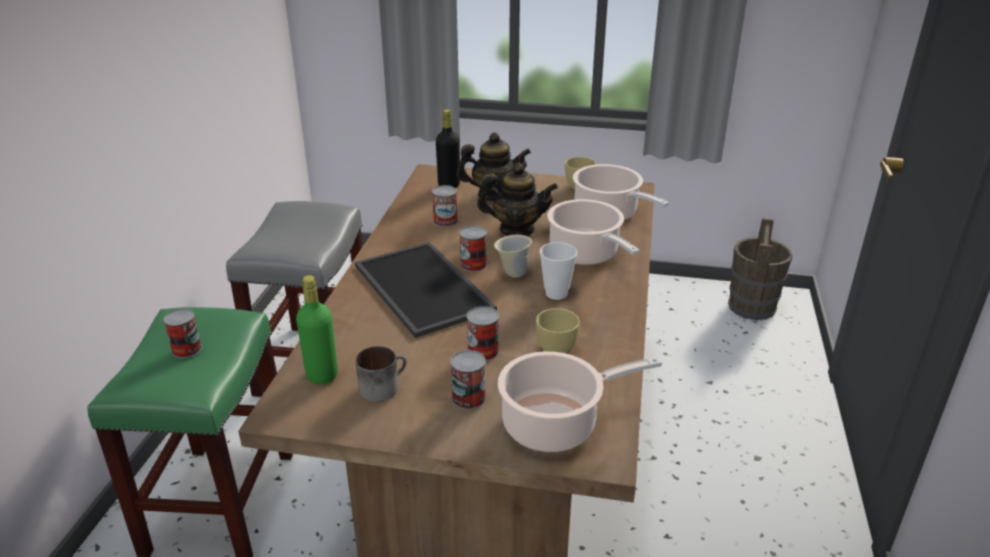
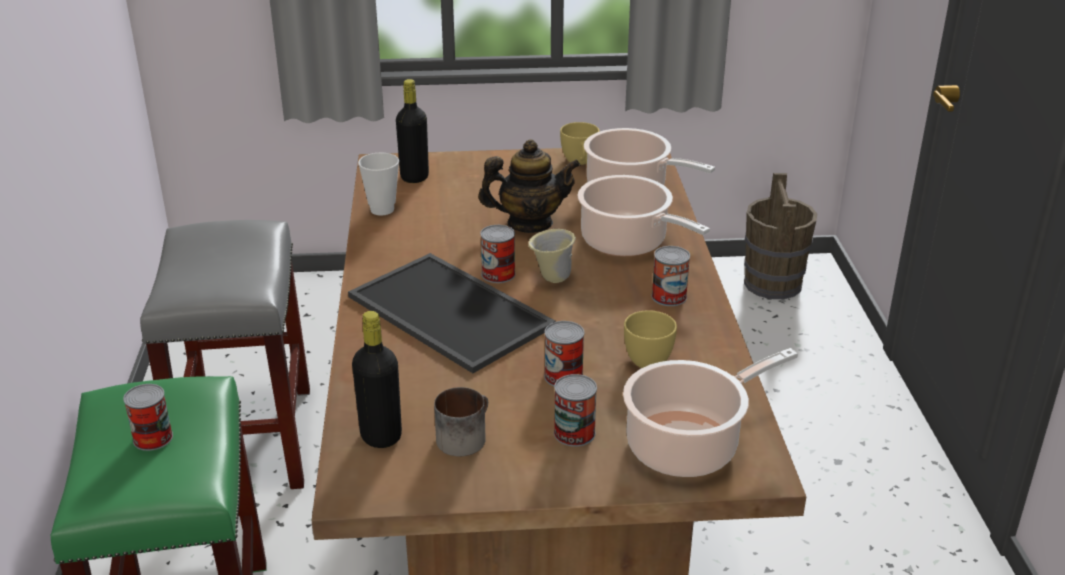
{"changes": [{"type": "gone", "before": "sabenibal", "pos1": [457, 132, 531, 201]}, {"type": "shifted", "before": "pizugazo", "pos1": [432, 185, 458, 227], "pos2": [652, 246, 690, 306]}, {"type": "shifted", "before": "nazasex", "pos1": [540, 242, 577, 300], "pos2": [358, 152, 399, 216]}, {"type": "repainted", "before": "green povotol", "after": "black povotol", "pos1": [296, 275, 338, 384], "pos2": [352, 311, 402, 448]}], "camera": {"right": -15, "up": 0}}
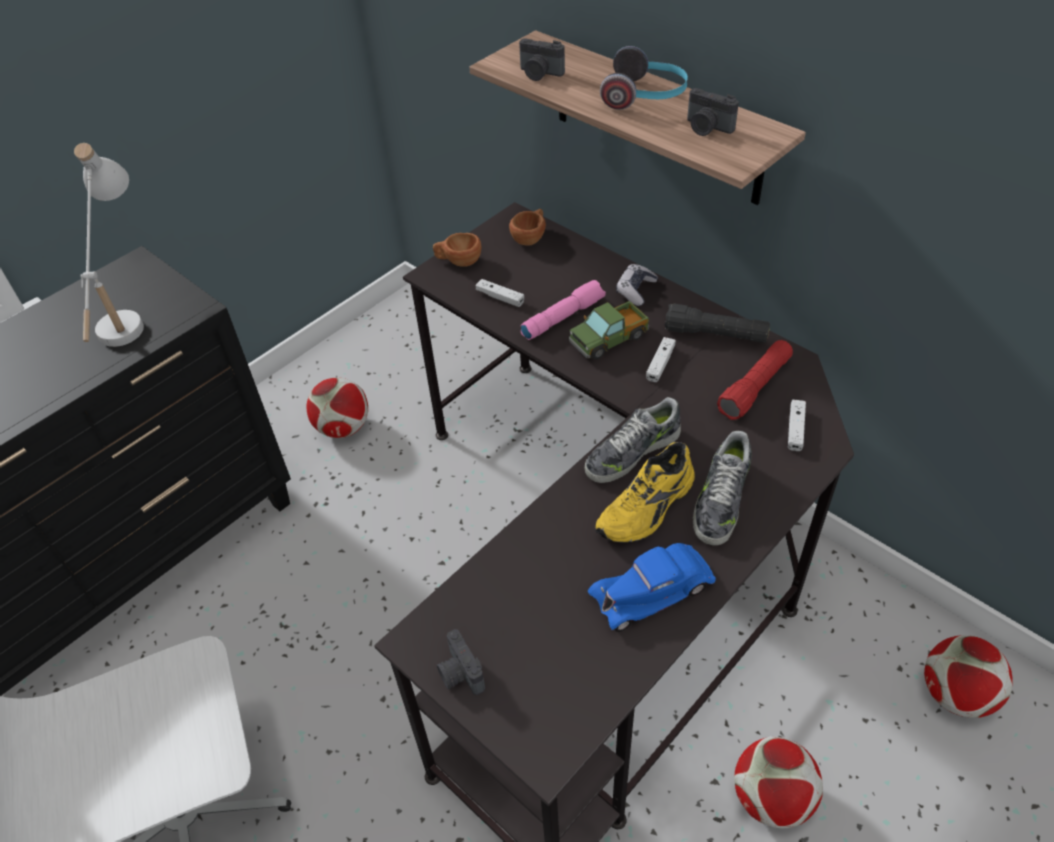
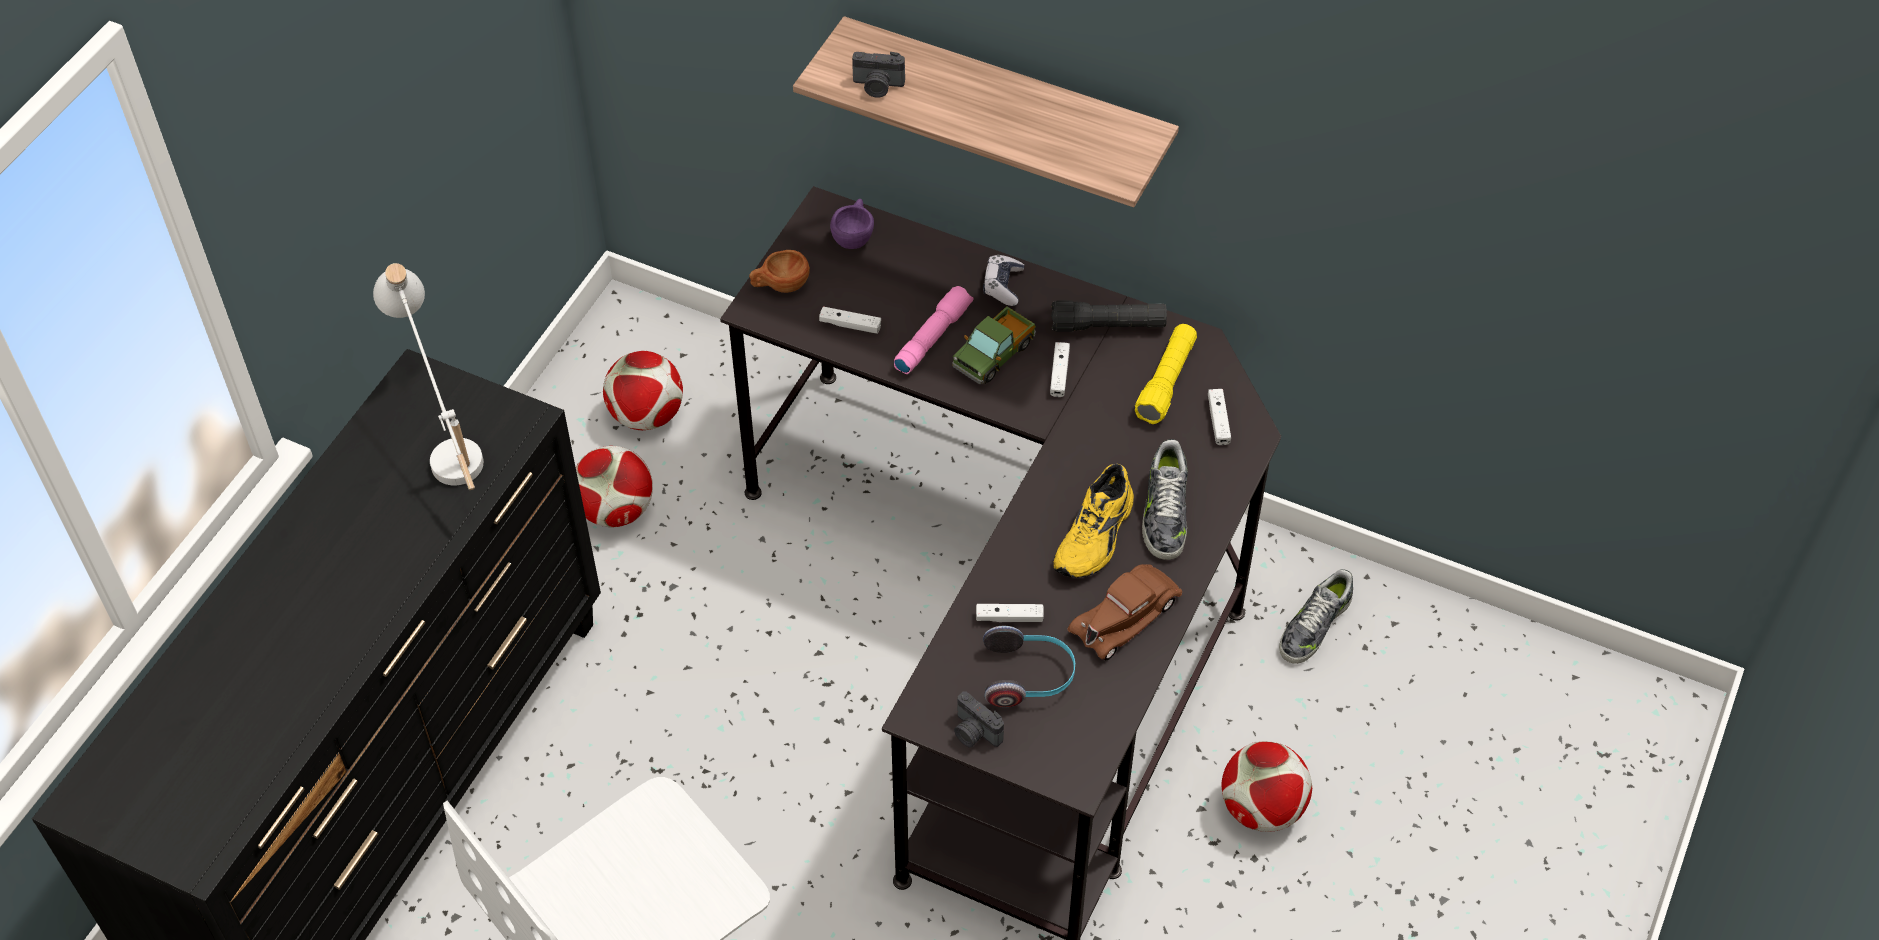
{"changes": [{"type": "shifted", "before": "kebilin", "pos1": [600, 46, 688, 110], "pos2": [983, 626, 1075, 707]}, {"type": "gone", "before": "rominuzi", "pos1": [687, 88, 739, 136]}, {"type": "repainted", "before": "brown nazasex", "after": "purple nazasex", "pos1": [509, 209, 546, 246], "pos2": [830, 199, 874, 249]}, {"type": "repainted", "before": "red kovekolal", "after": "yellow kovekolal", "pos1": [717, 340, 793, 420], "pos2": [1135, 324, 1197, 424]}, {"type": "shifted", "before": "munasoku", "pos1": [585, 397, 681, 483], "pos2": [1279, 569, 1353, 664]}, {"type": "repainted", "before": "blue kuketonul", "after": "brown kuketonul", "pos1": [588, 543, 716, 632], "pos2": [1067, 564, 1182, 661]}, {"type": "shifted", "before": "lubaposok", "pos1": [924, 635, 1013, 718], "pos2": [603, 351, 683, 430]}, {"type": "new", "after": "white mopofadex", "pos2": [976, 604, 1044, 622]}], "camera": {"right": -20, "up": 5}}
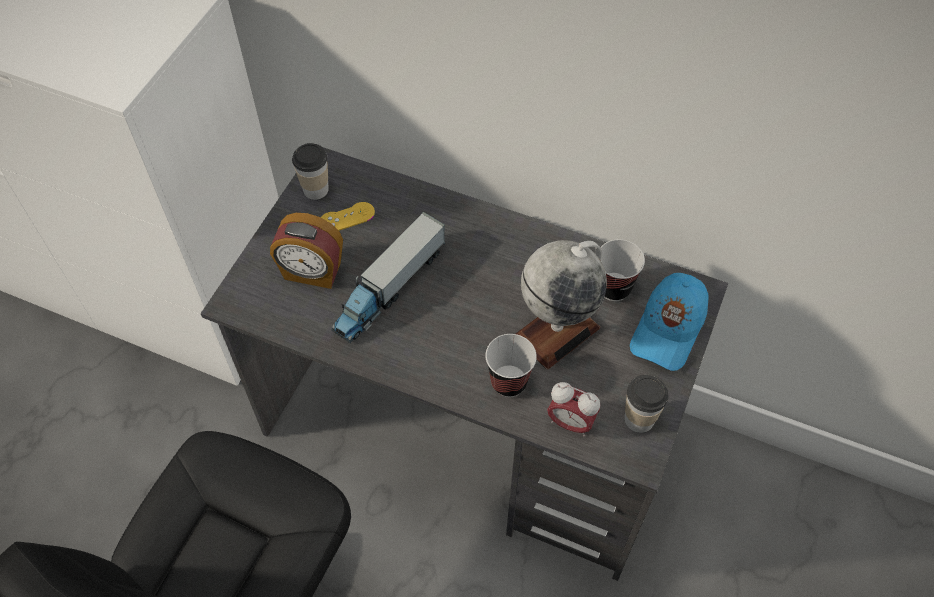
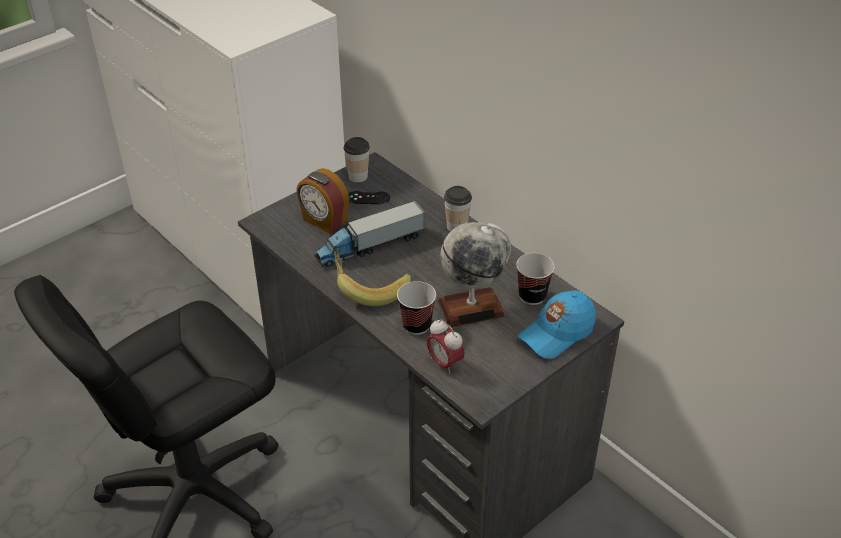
{"changes": [{"type": "repainted", "before": "yellow mopofadex", "after": "black mopofadex", "pos1": [321, 202, 375, 231], "pos2": [348, 191, 390, 204]}, {"type": "shifted", "before": "nazasex", "pos1": [624, 375, 668, 433], "pos2": [444, 186, 472, 232]}, {"type": "new", "after": "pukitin", "pos2": [334, 251, 411, 306]}], "camera": {"right": 25, "up": -15}}
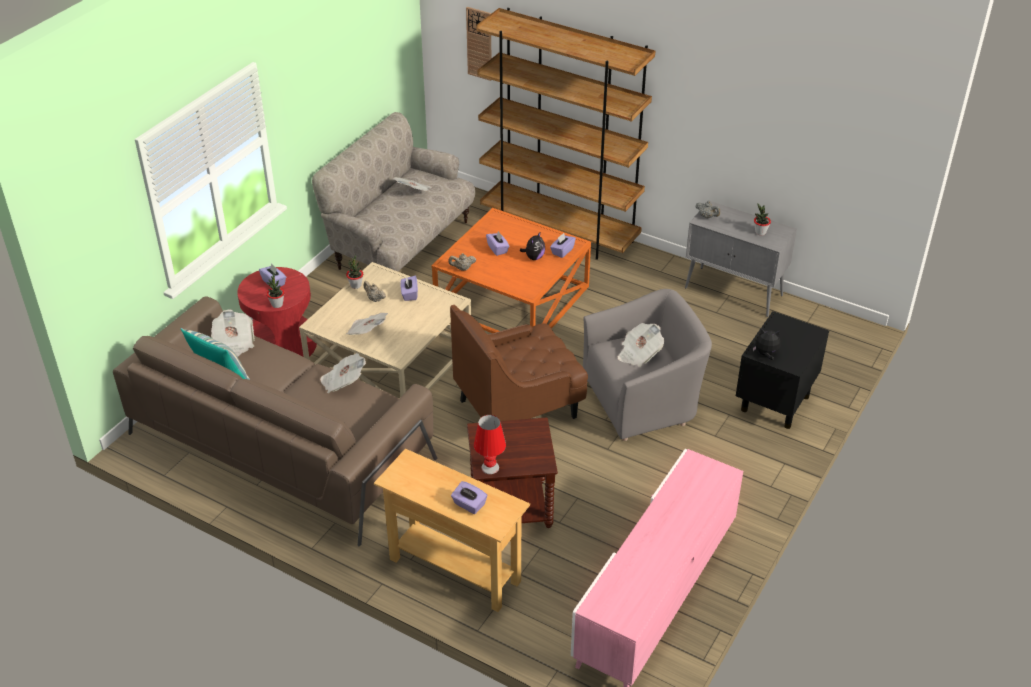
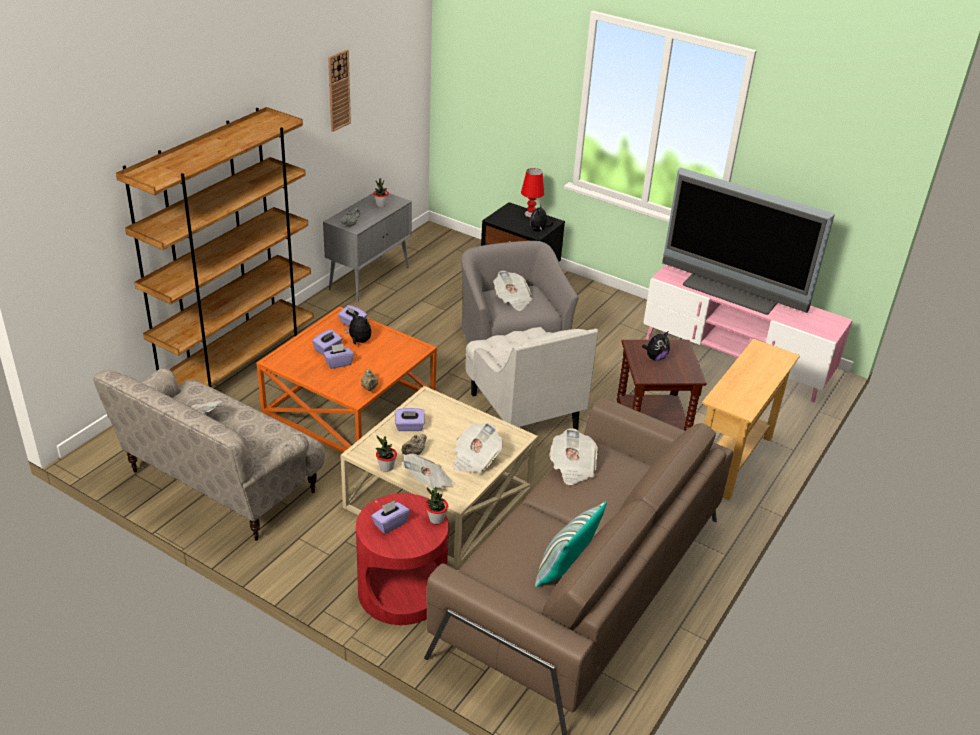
{"changes": [{"type": "shifted", "before": "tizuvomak", "pos1": [466, 7, 491, 81], "pos2": [328, 50, 351, 132]}, {"type": "repainted", "before": "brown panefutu", "after": "white panefutu", "pos1": [450, 305, 588, 421], "pos2": [465, 327, 598, 430]}, {"type": "shifted", "before": "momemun", "pos1": [211, 309, 254, 357], "pos2": [401, 454, 455, 489]}, {"type": "shifted", "before": "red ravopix", "pos1": [474, 415, 506, 474], "pos2": [521, 168, 544, 217]}, {"type": "shifted", "before": "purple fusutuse", "pos1": [451, 481, 487, 514], "pos2": [312, 329, 342, 355]}, {"type": "new", "after": "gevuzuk", "pos2": [662, 167, 835, 315]}, {"type": "new", "after": "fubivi", "pos2": [642, 332, 670, 361]}], "camera": {"right": -90, "up": -5}}
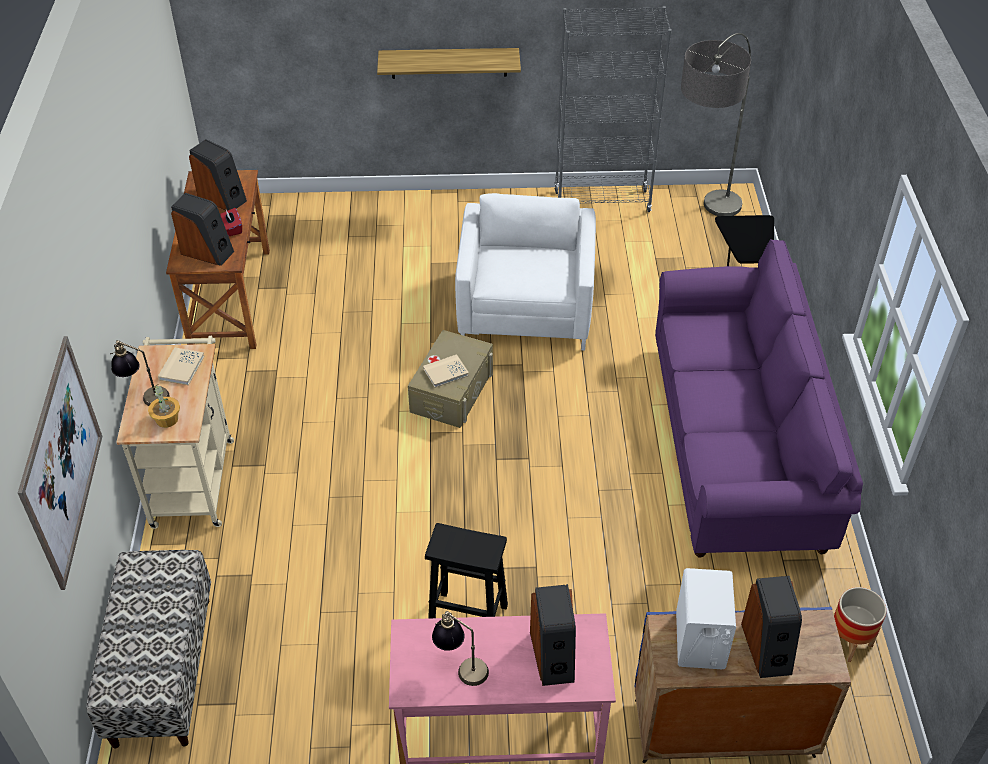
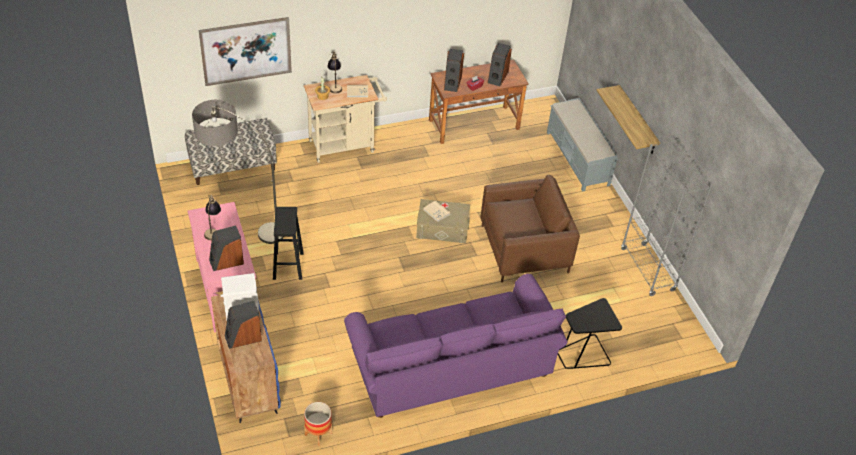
{"changes": [{"type": "shifted", "before": "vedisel", "pos1": [681, 33, 751, 216], "pos2": [192, 100, 284, 244]}, {"type": "repainted", "before": "white panefutu", "after": "brown panefutu", "pos1": [455, 193, 596, 351], "pos2": [480, 175, 580, 283]}, {"type": "new", "after": "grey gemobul", "pos2": [547, 98, 618, 192]}], "camera": {"right": 70, "up": 0}}
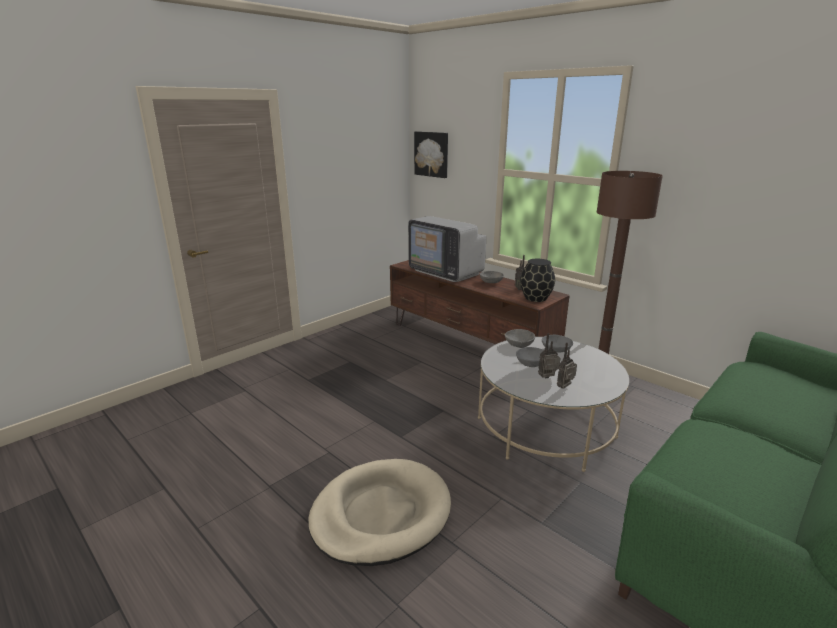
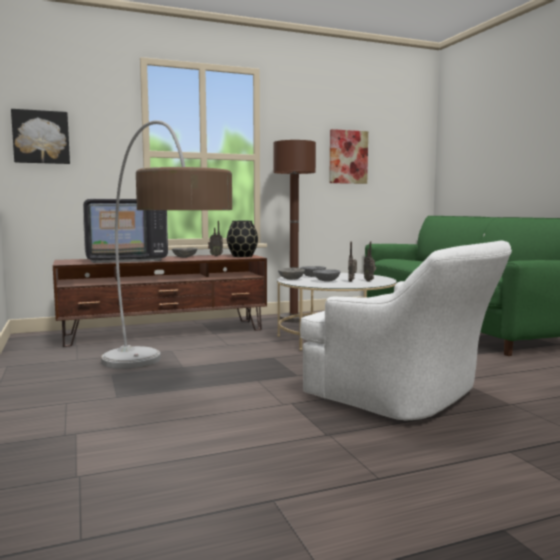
{"changes": [{"type": "swapped", "before": "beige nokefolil", "after": "white panefutu", "pos1": [308, 459, 451, 566], "pos2": [300, 240, 512, 420]}, {"type": "new", "after": "vedisel", "pos2": [101, 120, 232, 369]}, {"type": "new", "after": "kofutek", "pos2": [329, 129, 368, 184]}], "camera": {"right": -65, "up": -15}}
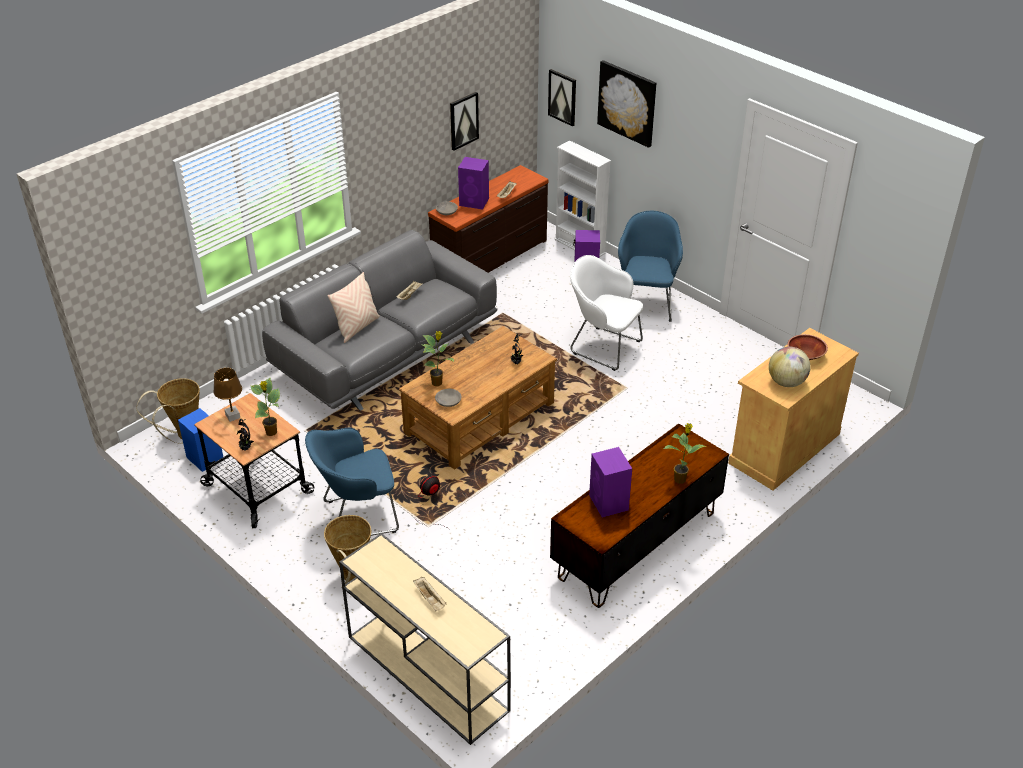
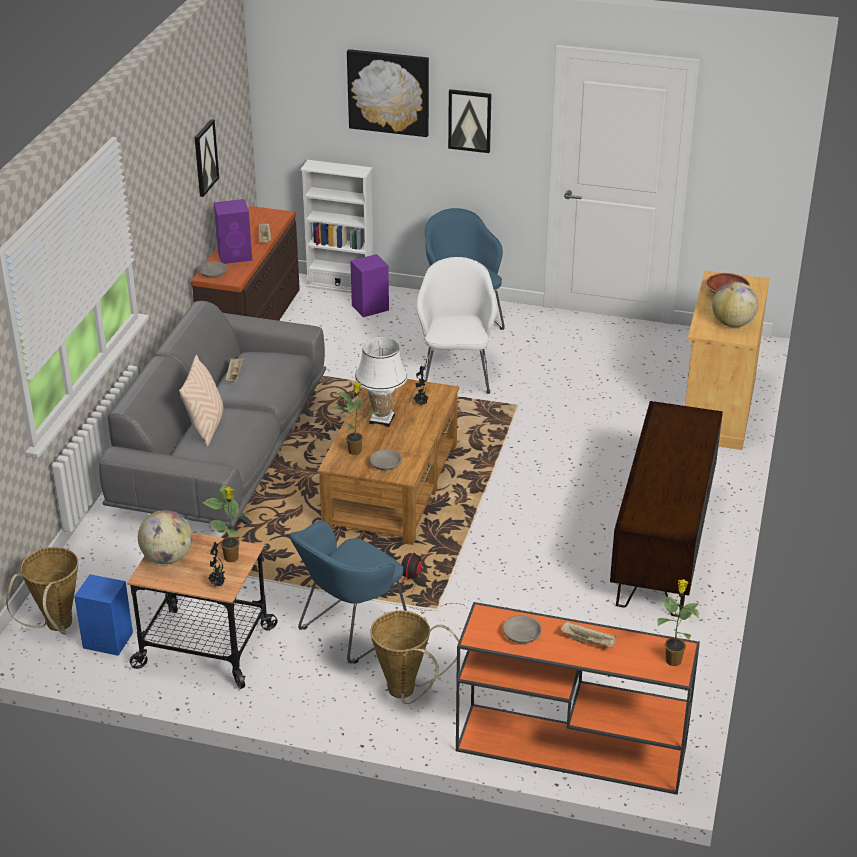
{"changes": [{"type": "shifted", "before": "kofutek", "pos1": [548, 69, 576, 126], "pos2": [448, 89, 491, 153]}, {"type": "rotated", "before": "white panefutu", "pos1": [570, 255, 643, 371], "pos2": [417, 257, 497, 394], "turn": 90}, {"type": "swapped", "before": "brown ravopix", "after": "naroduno", "pos1": [213, 368, 242, 422], "pos2": [138, 510, 192, 564]}, {"type": "shifted", "before": "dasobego", "pos1": [664, 423, 706, 484], "pos2": [657, 579, 699, 666]}, {"type": "gone", "before": "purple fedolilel", "pos1": [589, 447, 632, 518]}, {"type": "repainted", "before": "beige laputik", "after": "orange laputik", "pos1": [339, 533, 511, 745], "pos2": [456, 602, 700, 795]}, {"type": "new", "after": "white ravopix", "pos2": [355, 337, 408, 427]}, {"type": "new", "after": "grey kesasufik", "pos2": [503, 615, 542, 644]}], "camera": {"right": -30, "up": -5}}
